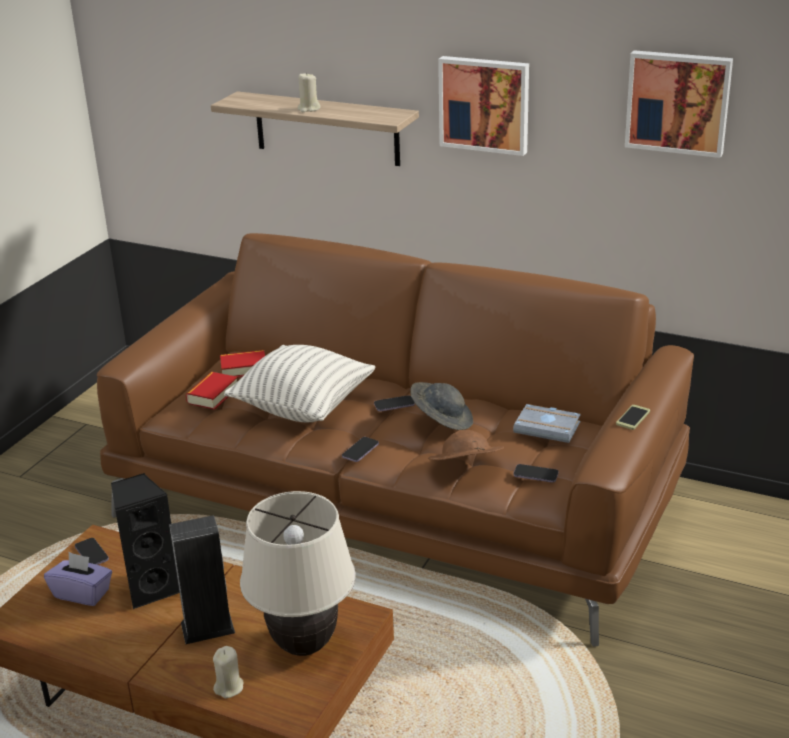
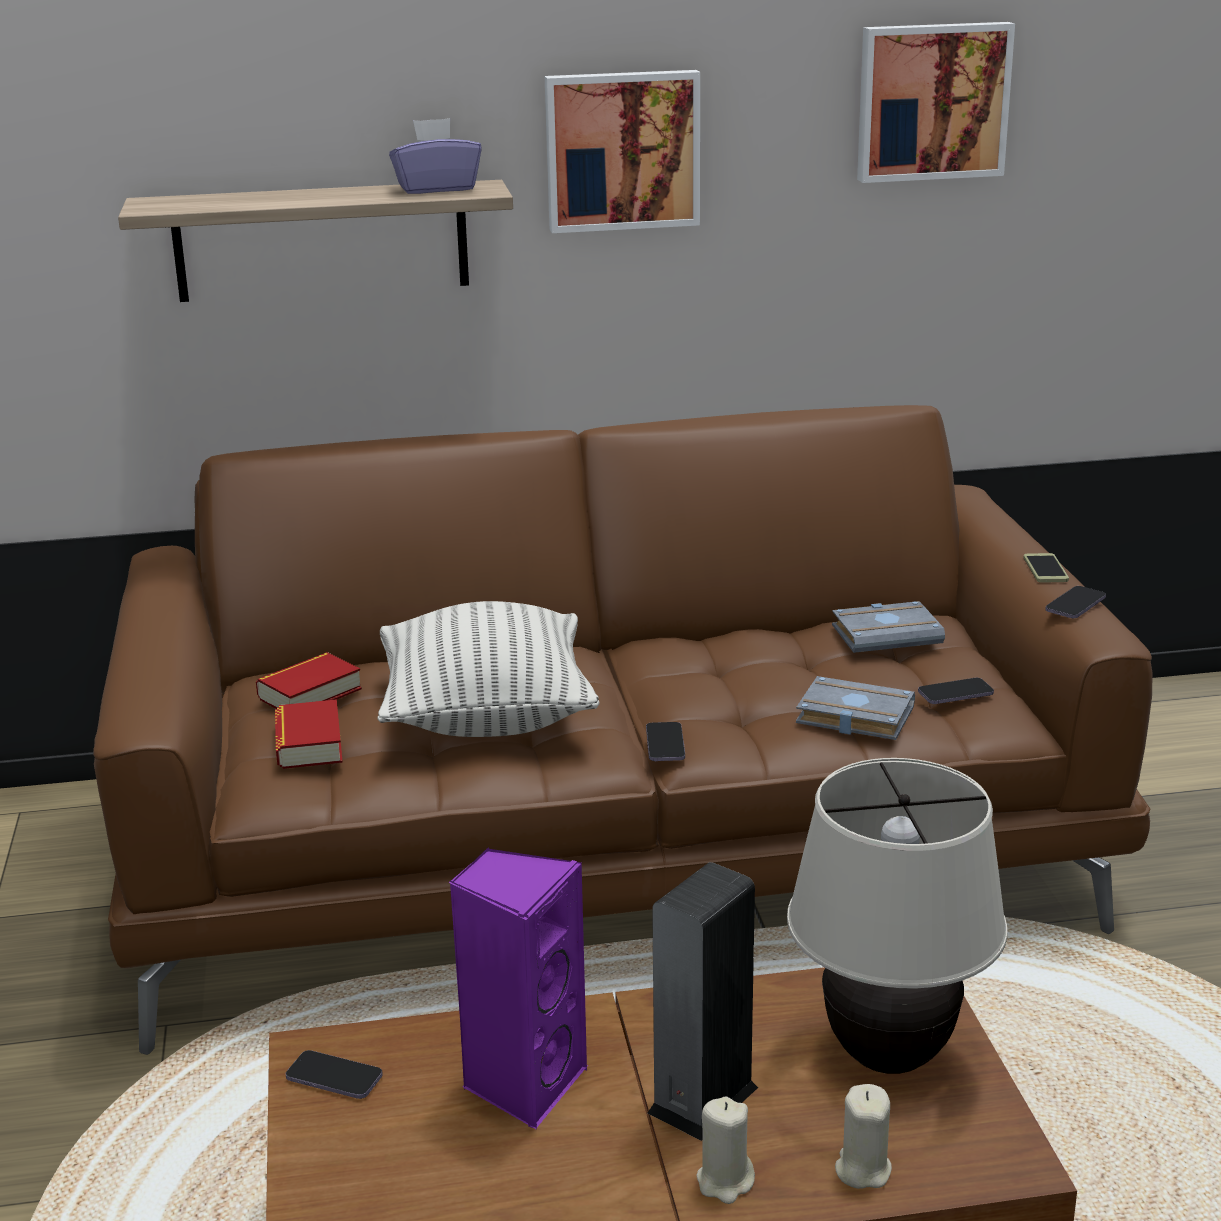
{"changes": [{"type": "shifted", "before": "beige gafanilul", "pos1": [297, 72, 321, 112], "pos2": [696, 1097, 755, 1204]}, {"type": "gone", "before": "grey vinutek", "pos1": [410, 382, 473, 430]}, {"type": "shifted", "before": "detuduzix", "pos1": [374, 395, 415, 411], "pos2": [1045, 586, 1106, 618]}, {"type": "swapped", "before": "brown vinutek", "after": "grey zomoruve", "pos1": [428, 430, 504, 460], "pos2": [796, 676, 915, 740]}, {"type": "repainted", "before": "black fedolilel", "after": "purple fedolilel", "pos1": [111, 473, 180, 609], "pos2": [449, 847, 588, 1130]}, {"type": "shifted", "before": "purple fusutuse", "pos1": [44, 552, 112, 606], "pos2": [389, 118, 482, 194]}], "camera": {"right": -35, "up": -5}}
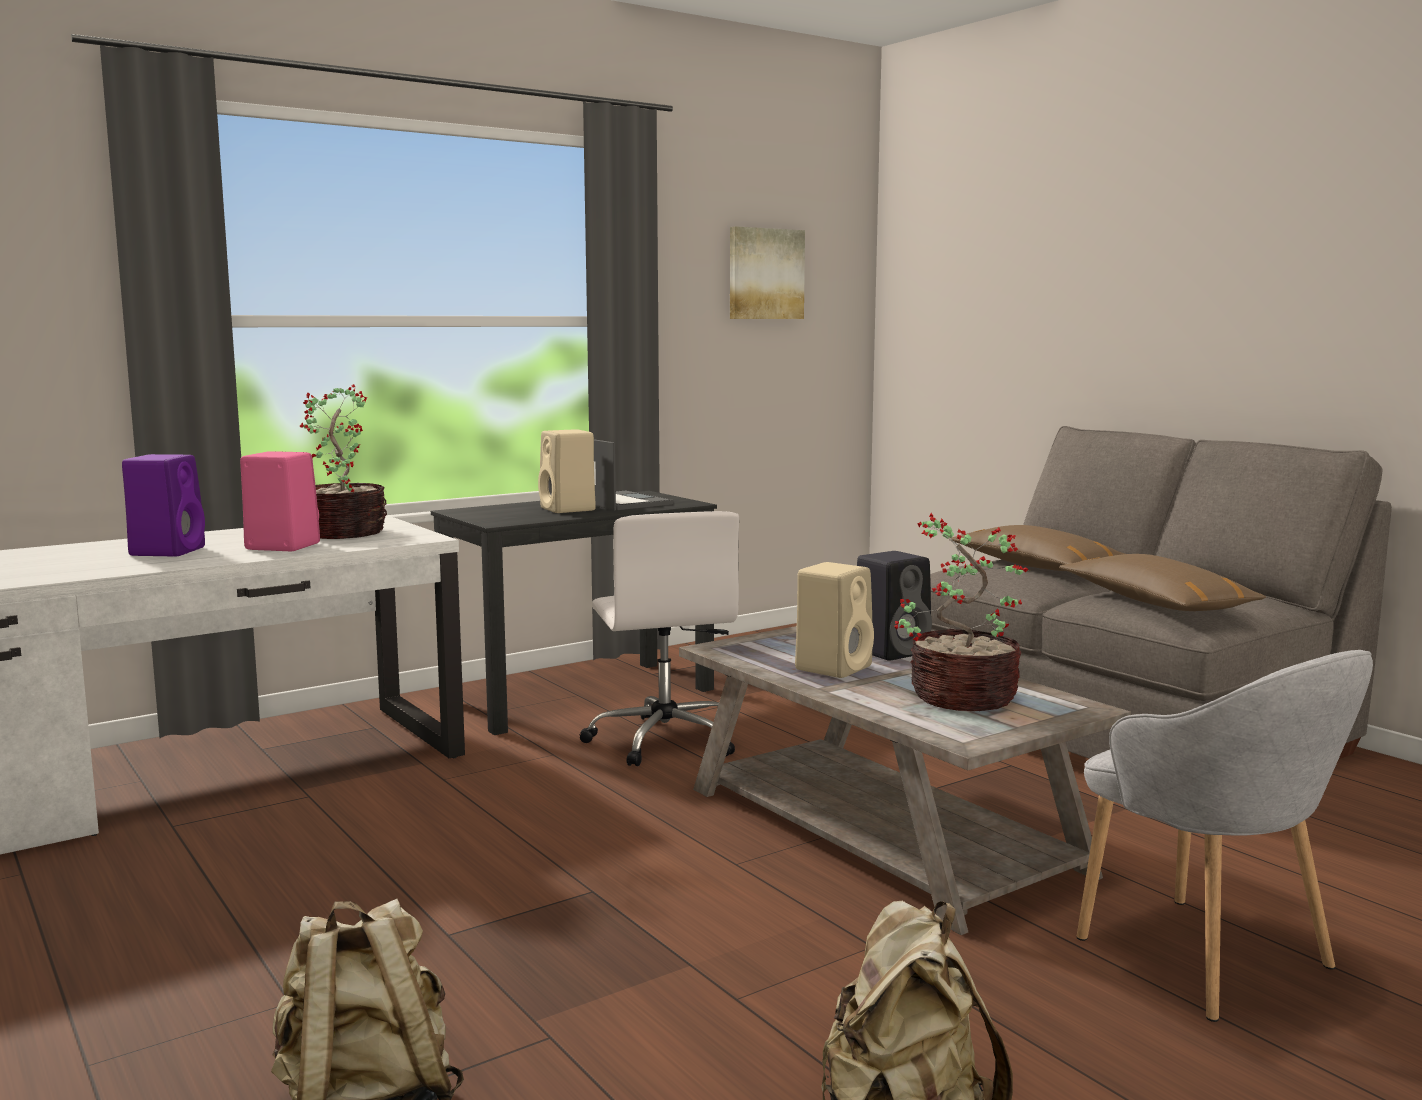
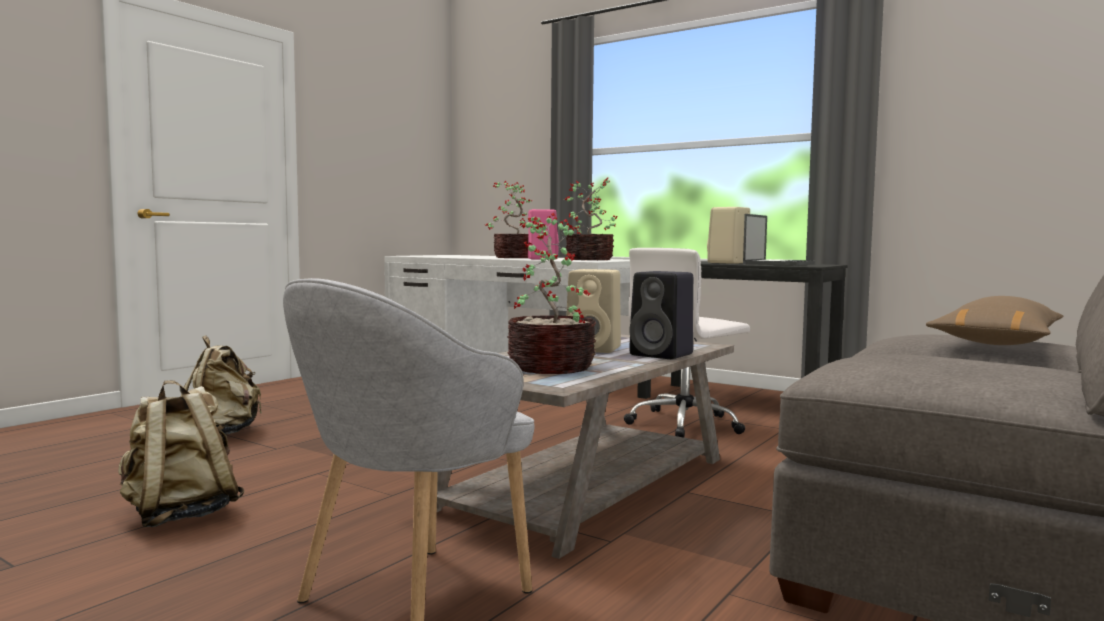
{"changes": [{"type": "gone", "before": "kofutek", "pos1": [730, 226, 805, 319]}, {"type": "swapped", "before": "purple fedolilel", "after": "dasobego", "pos1": [122, 454, 205, 556], "pos2": [485, 181, 532, 258]}, {"type": "gone", "before": "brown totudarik", "pos1": [1059, 554, 1266, 611]}], "camera": {"right": 70, "up": -5}}
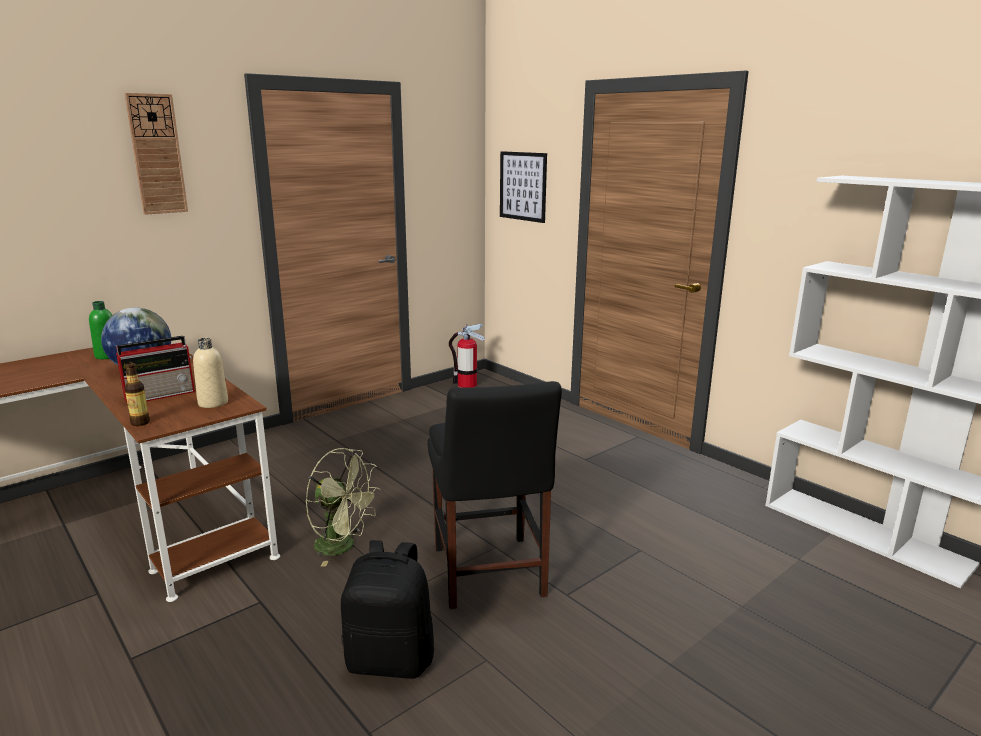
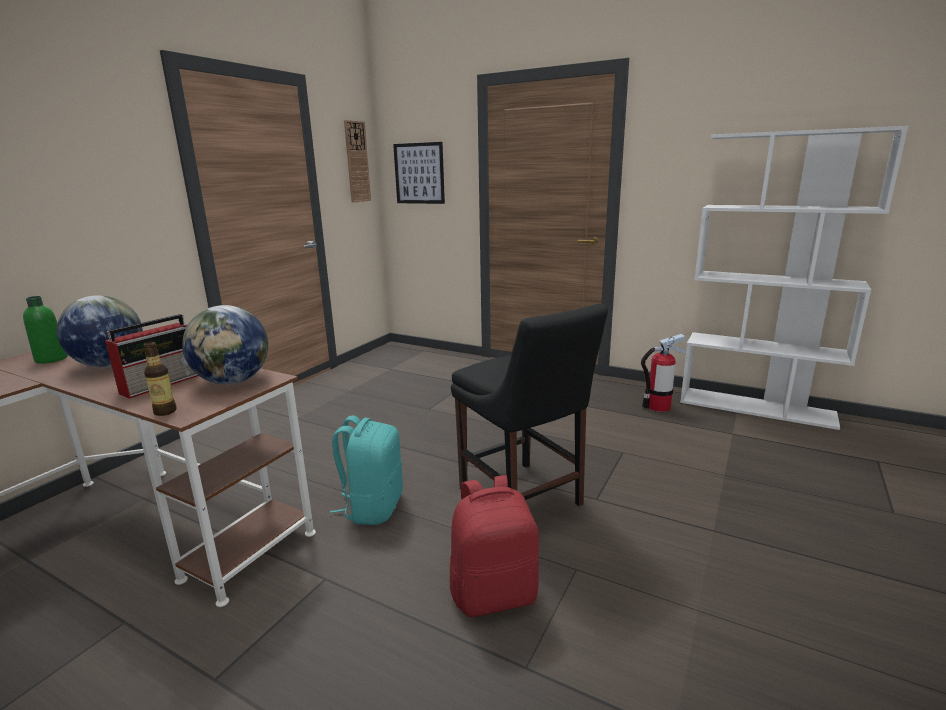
{"changes": [{"type": "shifted", "before": "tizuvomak", "pos1": [124, 93, 188, 215], "pos2": [344, 120, 371, 203]}, {"type": "shifted", "before": "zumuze", "pos1": [449, 324, 485, 388], "pos2": [641, 334, 686, 412]}, {"type": "swapped", "before": "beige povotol", "after": "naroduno", "pos1": [193, 338, 228, 408], "pos2": [182, 305, 268, 384]}, {"type": "swapped", "before": "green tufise", "after": "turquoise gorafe", "pos1": [305, 448, 381, 567], "pos2": [330, 416, 403, 525]}, {"type": "repainted", "before": "black gorafe", "after": "red gorafe", "pos1": [341, 540, 434, 679], "pos2": [450, 475, 539, 617]}], "camera": {"right": -20, "up": 0}}
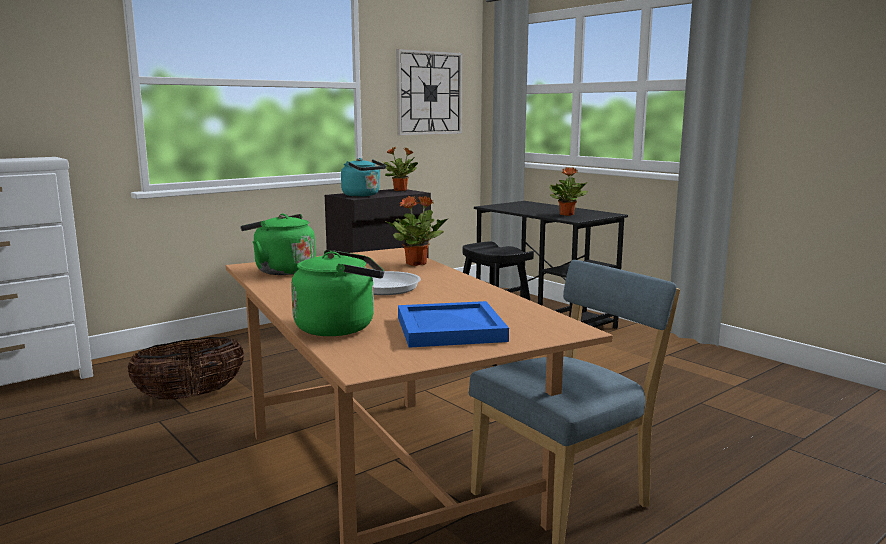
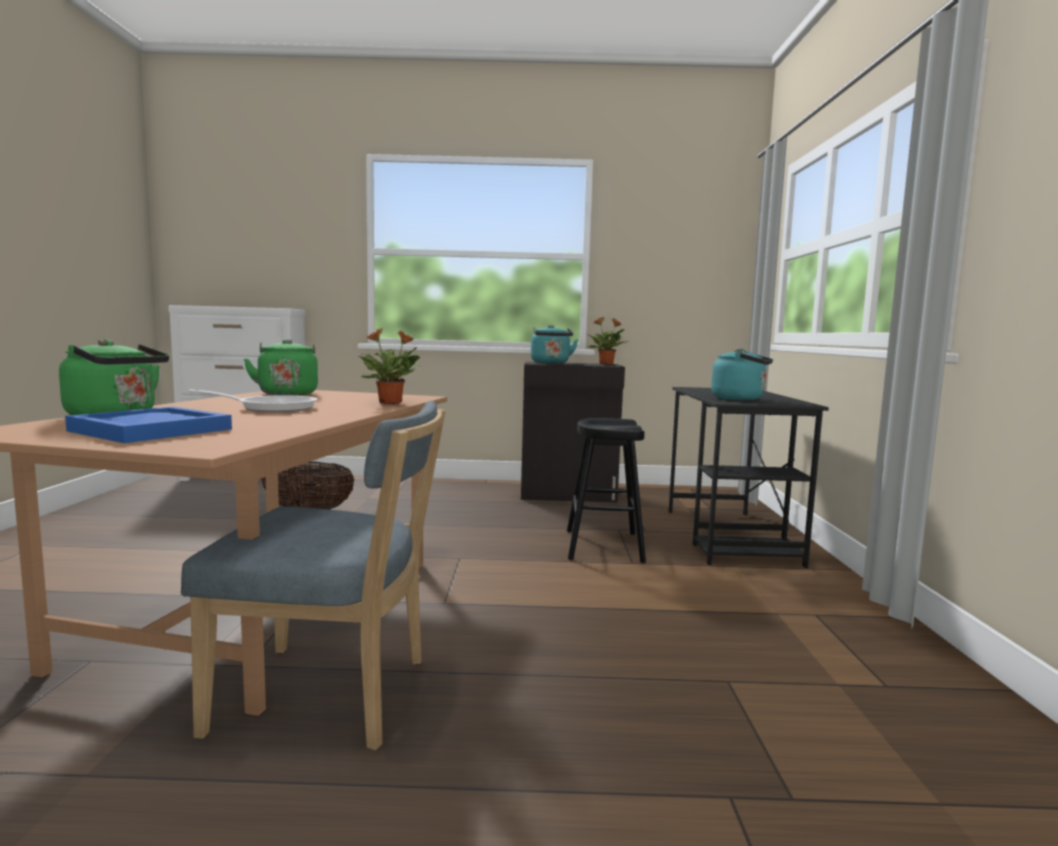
{"changes": [{"type": "gone", "before": "tizuvomak", "pos1": [396, 49, 463, 136]}, {"type": "swapped", "before": "dasobego", "after": "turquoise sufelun", "pos1": [549, 167, 588, 216], "pos2": [711, 348, 773, 400]}], "camera": {"right": 40, "up": -5}}
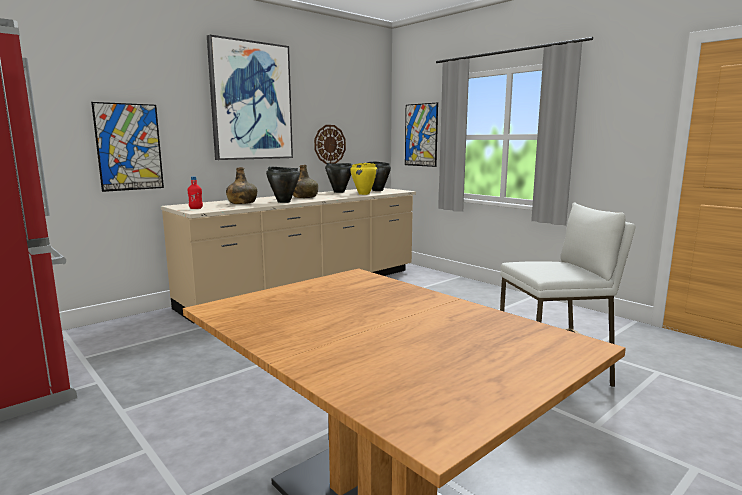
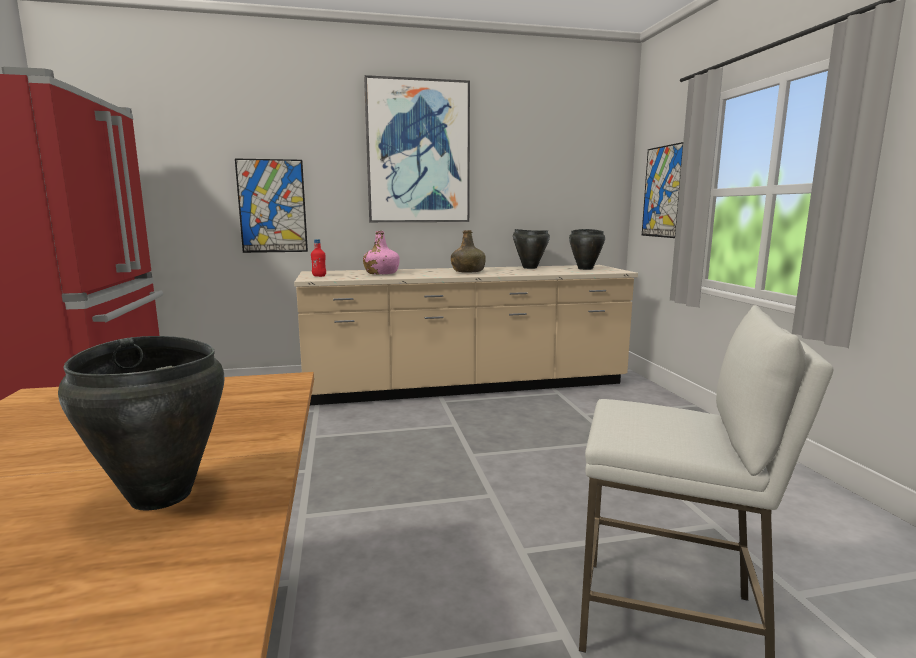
{"changes": [{"type": "gone", "before": "tizuvomak", "pos1": [314, 125, 346, 164]}, {"type": "gone", "before": "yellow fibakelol", "pos1": [350, 163, 378, 195]}, {"type": "repainted", "before": "green povotol", "after": "pink povotol", "pos1": [226, 167, 257, 204], "pos2": [363, 231, 400, 274]}, {"type": "shifted", "before": "black fibakelol", "pos1": [266, 167, 300, 203], "pos2": [58, 336, 225, 510]}], "camera": {"right": 30, "up": 0}}
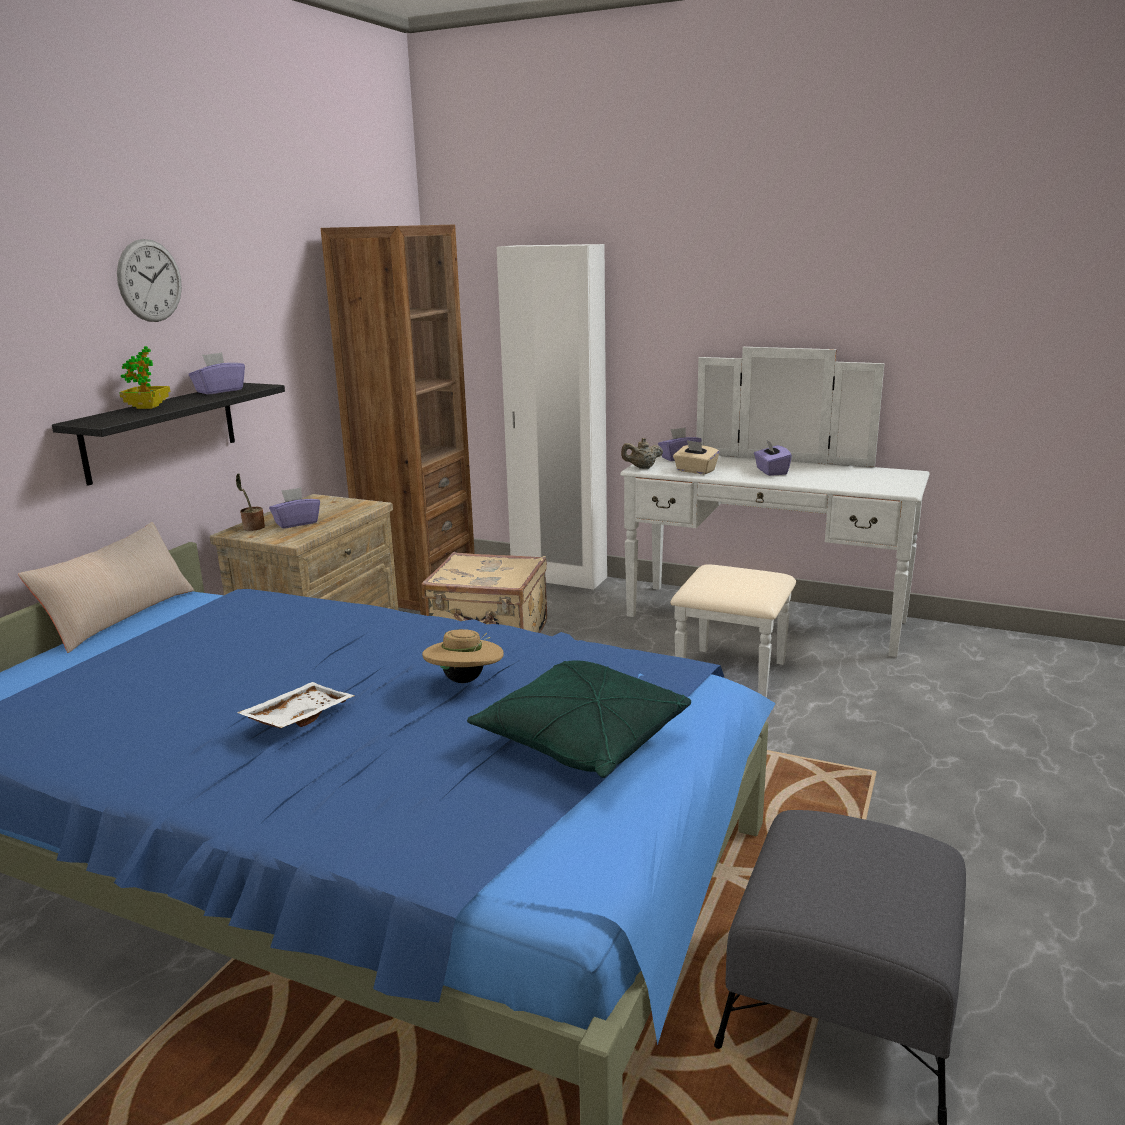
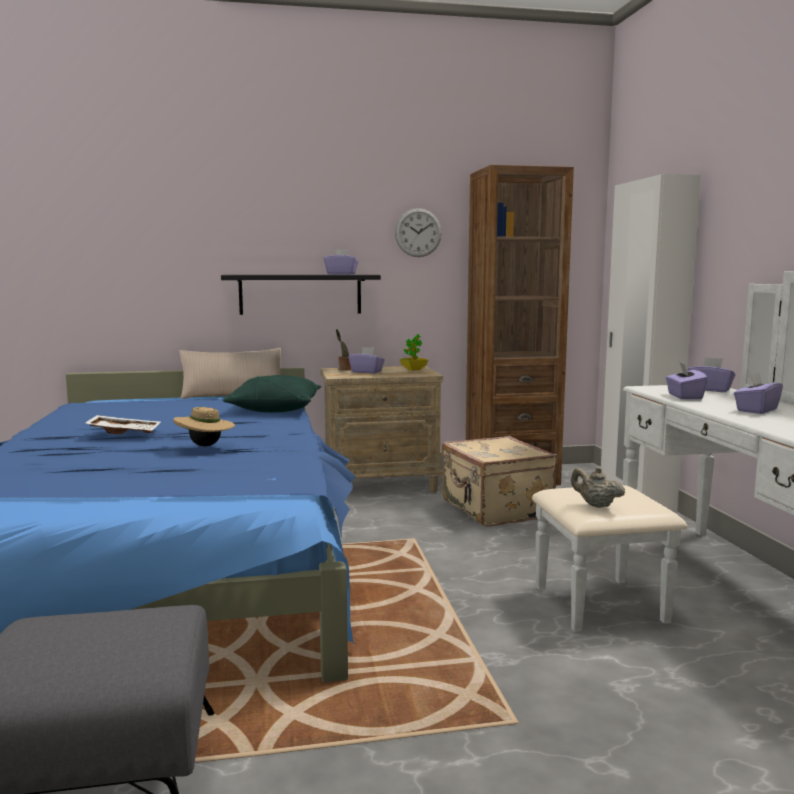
{"changes": [{"type": "shifted", "before": "tizuvomak", "pos1": [117, 239, 182, 322], "pos2": [395, 208, 442, 257]}, {"type": "shifted", "before": "dasobego", "pos1": [119, 346, 170, 409], "pos2": [400, 334, 428, 371]}, {"type": "shifted", "before": "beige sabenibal", "pos1": [621, 438, 663, 469], "pos2": [571, 467, 625, 508]}, {"type": "repainted", "before": "beige fusutuse", "after": "purple fusutuse", "pos1": [673, 440, 719, 474], "pos2": [666, 363, 708, 399]}, {"type": "shifted", "before": "green totudarik", "pos1": [467, 660, 691, 778], "pos2": [223, 375, 322, 412]}], "camera": {"right": 55, "up": -10}}
